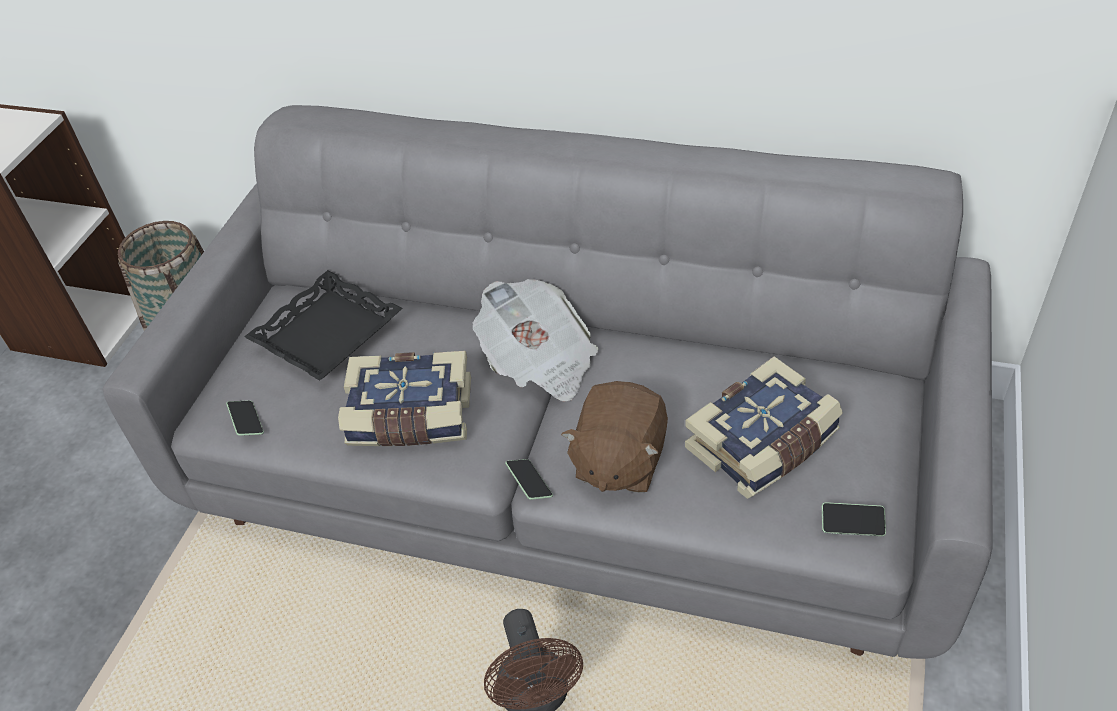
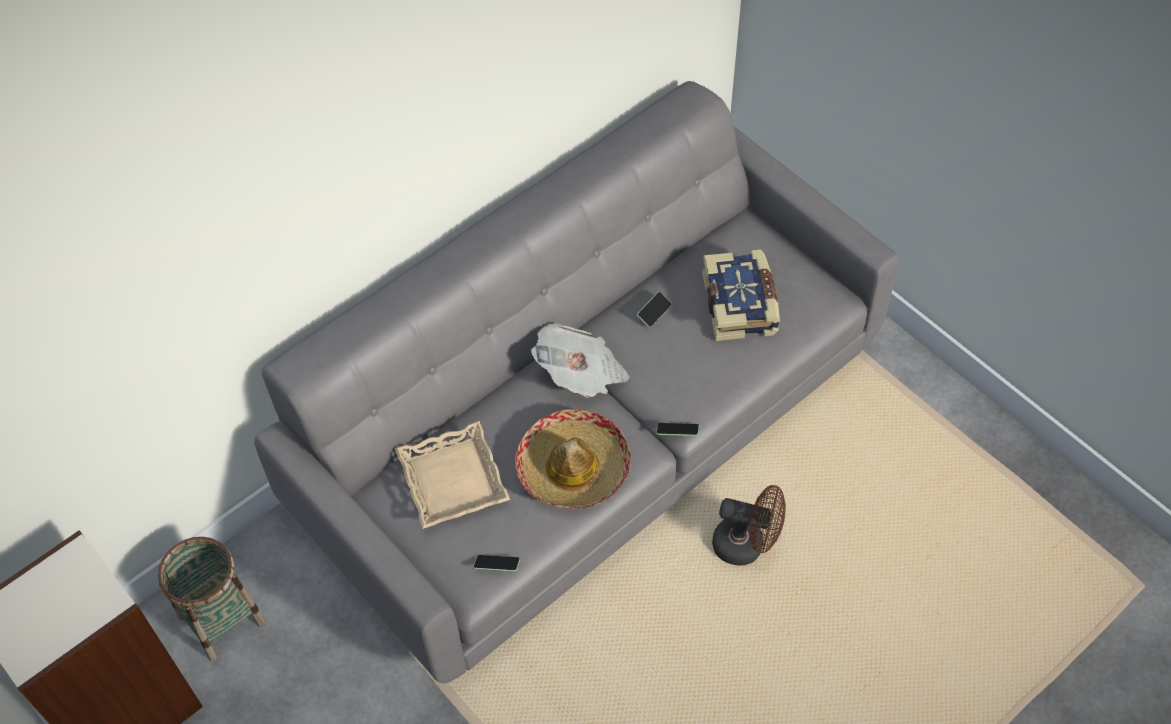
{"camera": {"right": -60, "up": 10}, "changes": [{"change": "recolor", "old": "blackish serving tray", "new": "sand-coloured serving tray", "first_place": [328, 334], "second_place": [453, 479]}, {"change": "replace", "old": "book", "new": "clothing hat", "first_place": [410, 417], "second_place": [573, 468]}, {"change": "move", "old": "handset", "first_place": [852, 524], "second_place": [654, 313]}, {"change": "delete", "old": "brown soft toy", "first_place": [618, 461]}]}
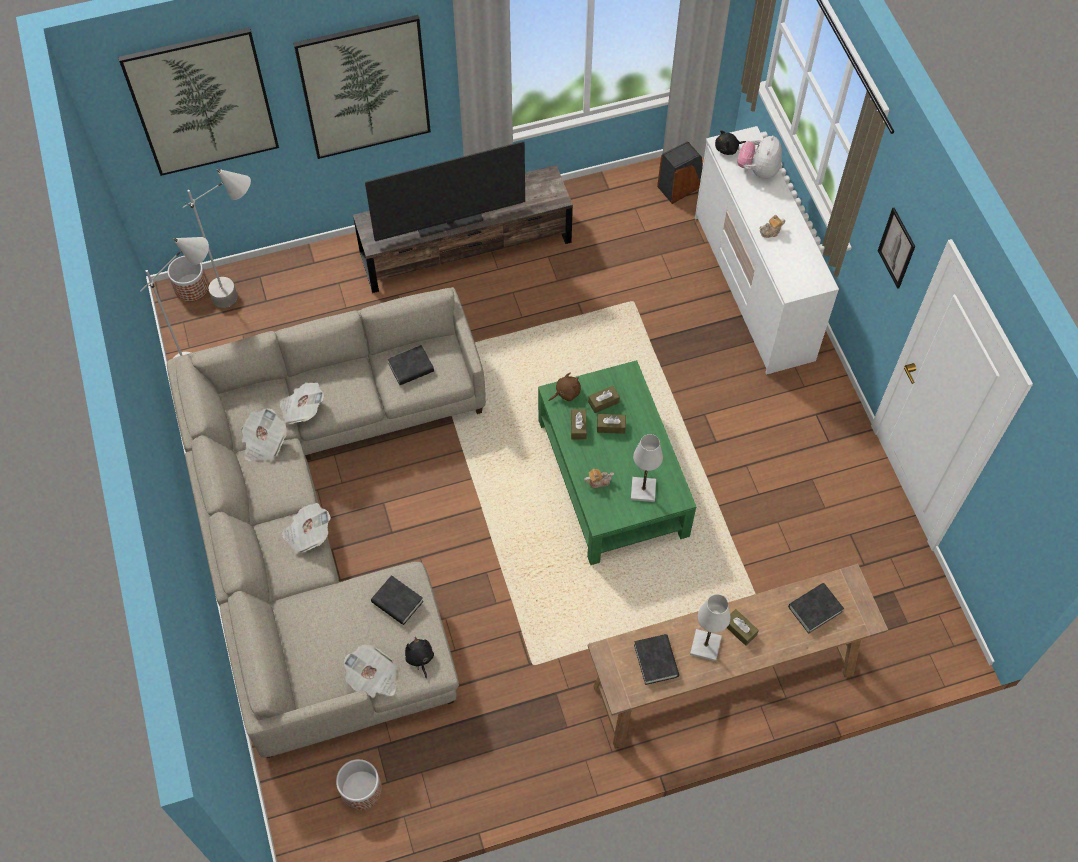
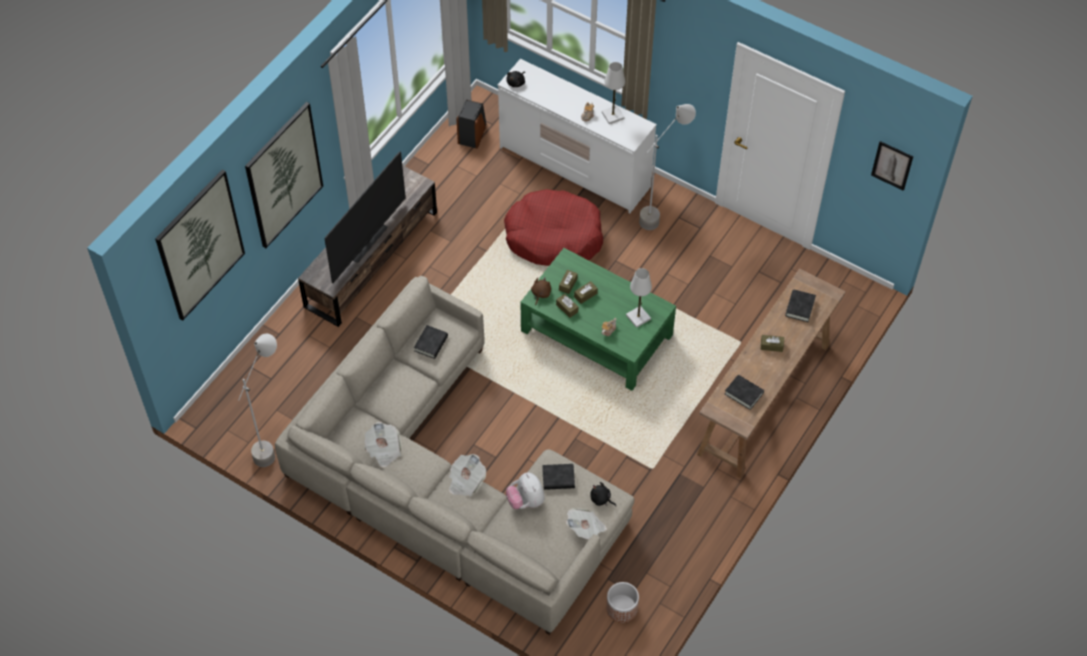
{"camera": {"right": -40, "up": -5}, "changes": [{"change": "insert", "new": "red-coloured dog cushion", "second_place": [554, 237]}, {"change": "move", "old": "soft toy", "first_place": [758, 170], "second_place": [526, 501]}, {"change": "move", "old": "white lamp for a table", "first_place": [705, 646], "second_place": [613, 115]}, {"change": "move", "old": "grey standard lamp", "first_place": [246, 296], "second_place": [661, 213]}, {"change": "move", "old": "wall art", "first_place": [896, 248], "second_place": [892, 165]}, {"change": "delete", "old": "planter", "first_place": [191, 288]}, {"change": "delete", "old": "printed paper", "first_place": [302, 409]}]}
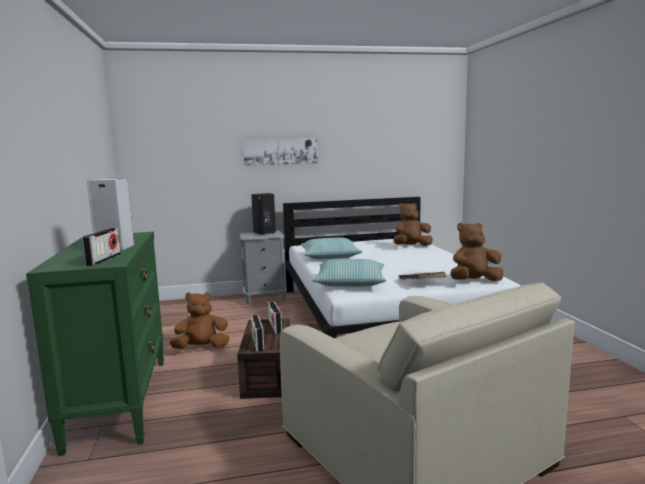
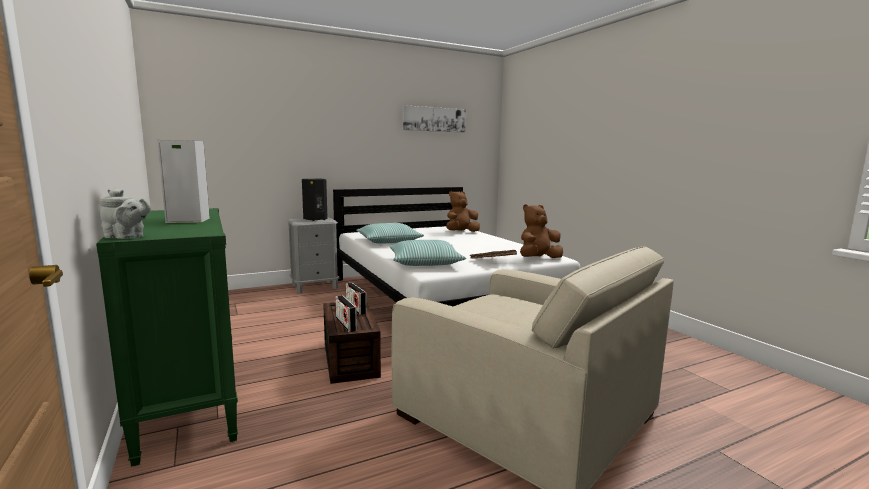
{"camera": {"right": -15, "up": 0}, "changes": [{"change": "insert", "new": "grey teapot", "second_place": [127, 237]}, {"change": "move", "old": "wall art", "first_place": [280, 151], "second_place": [434, 119]}, {"change": "delete", "old": "radio set", "first_place": [103, 260]}, {"change": "delete", "old": "brown soft toy", "first_place": [201, 348]}]}
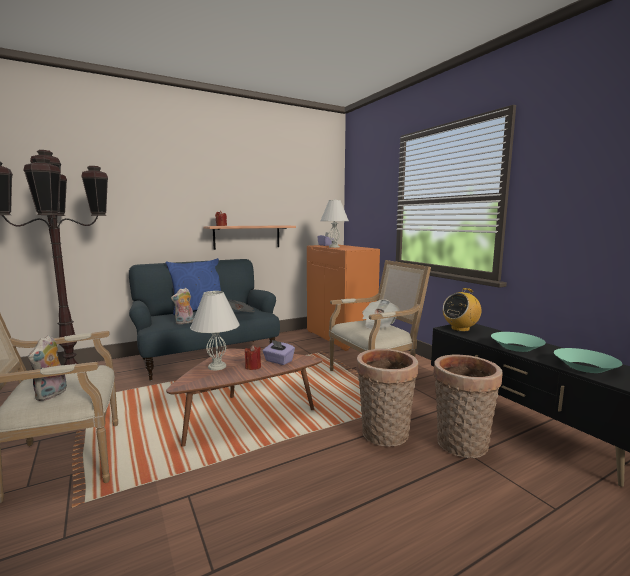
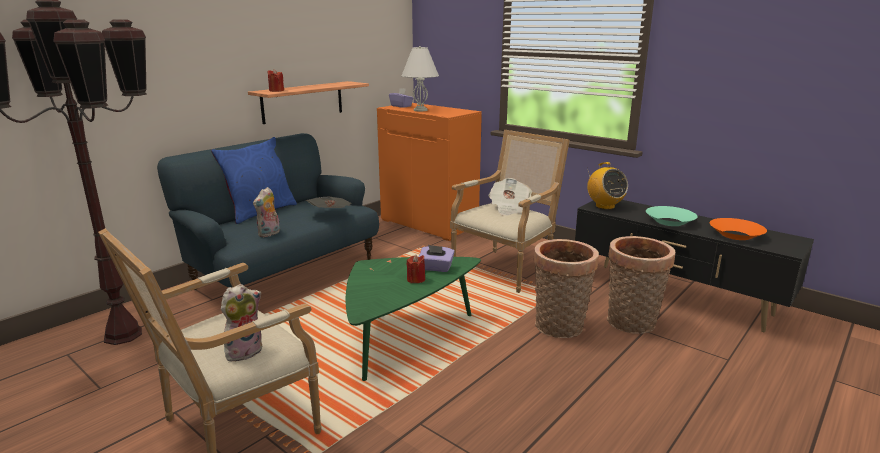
{"camera": {"right": -20, "up": 10}, "changes": [{"change": "rotate", "old": "soft toy", "first_place": [52, 395], "second_place": [244, 351], "degrees": -120}, {"change": "recolor", "old": "brown lounge table", "new": "greenish lounge table", "first_place": [246, 416], "second_place": [403, 335]}, {"change": "rotate", "old": "radio set", "first_place": [460, 329], "second_place": [604, 206], "degrees": -60}, {"change": "recolor", "old": "turquoise serving bowl", "new": "orange serving bowl", "first_place": [584, 367], "second_place": [735, 235]}, {"change": "delete", "old": "white lamp for a table", "first_place": [217, 367]}]}
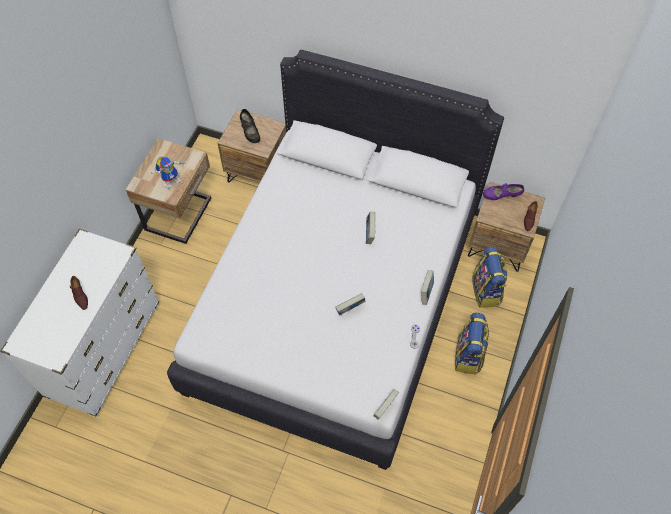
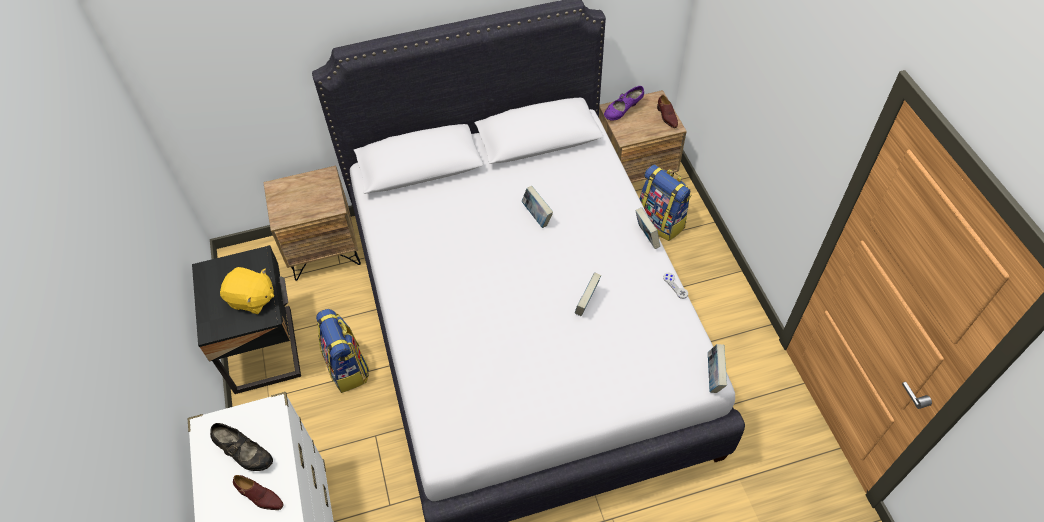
{"camera": {"right": -35, "up": -5}, "changes": [{"change": "recolor", "old": "sand-coloured night table", "new": "blackish night table", "first_place": [180, 215], "second_place": [267, 349]}, {"change": "move", "old": "blackish low shoe", "first_place": [250, 133], "second_place": [245, 454]}, {"change": "replace", "old": "model robot", "new": "yellow-coloured soft toy", "first_place": [172, 180], "second_place": [252, 299]}, {"change": "move", "old": "rucksack", "first_place": [468, 356], "second_place": [348, 368]}]}
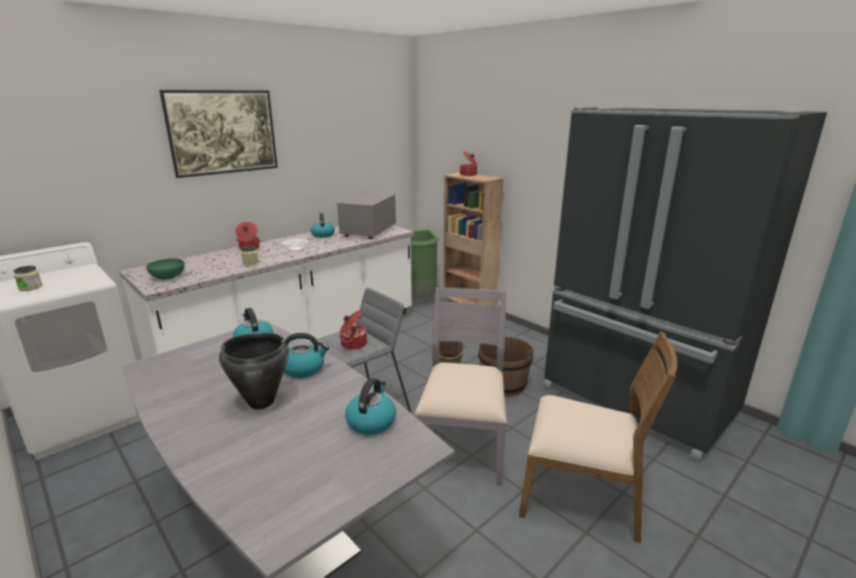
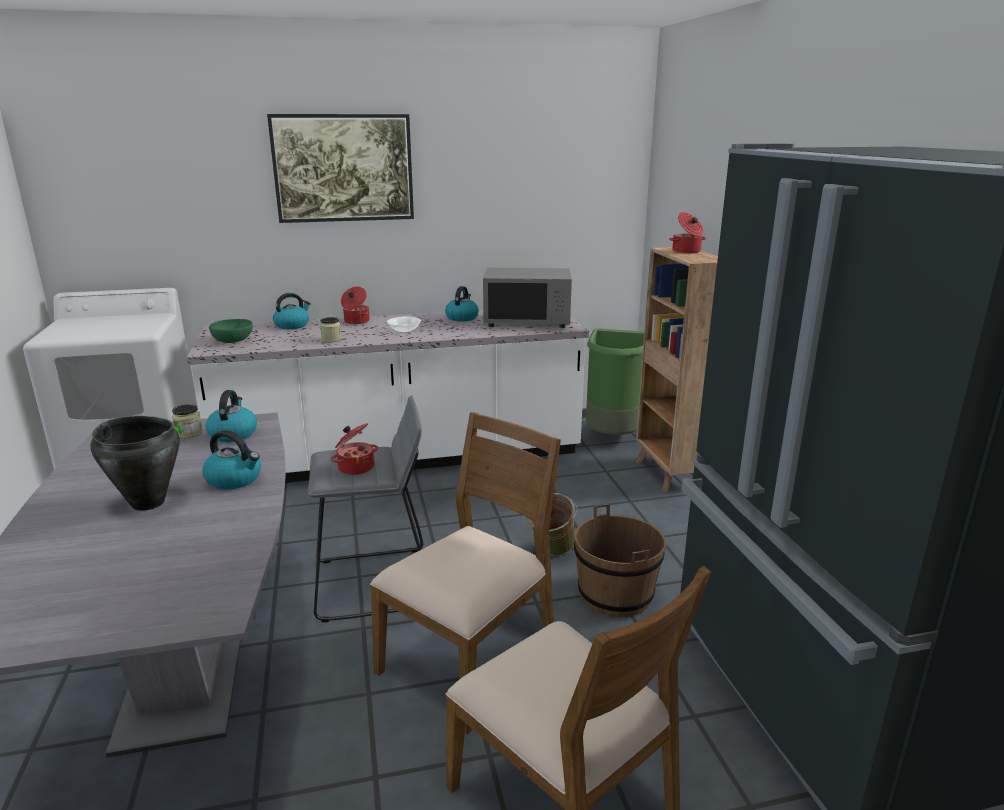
{"camera": {"right": 30, "up": 0}, "changes": [{"change": "move", "old": "jar", "first_place": [30, 287], "second_place": [189, 433]}, {"change": "move", "old": "tea kettle", "first_place": [371, 421], "second_place": [292, 325]}, {"change": "recolor", "old": "grey upright chair", "new": "brown upright chair", "first_place": [462, 445], "second_place": [470, 658]}, {"change": "rotate", "old": "grey microwave oven", "first_place": [369, 231], "second_place": [527, 321], "degrees": -135}]}
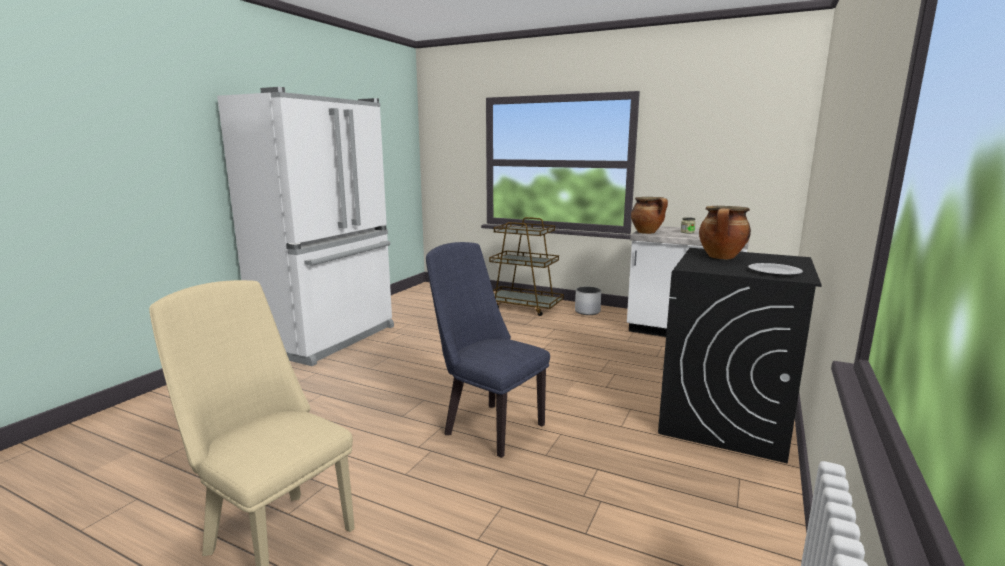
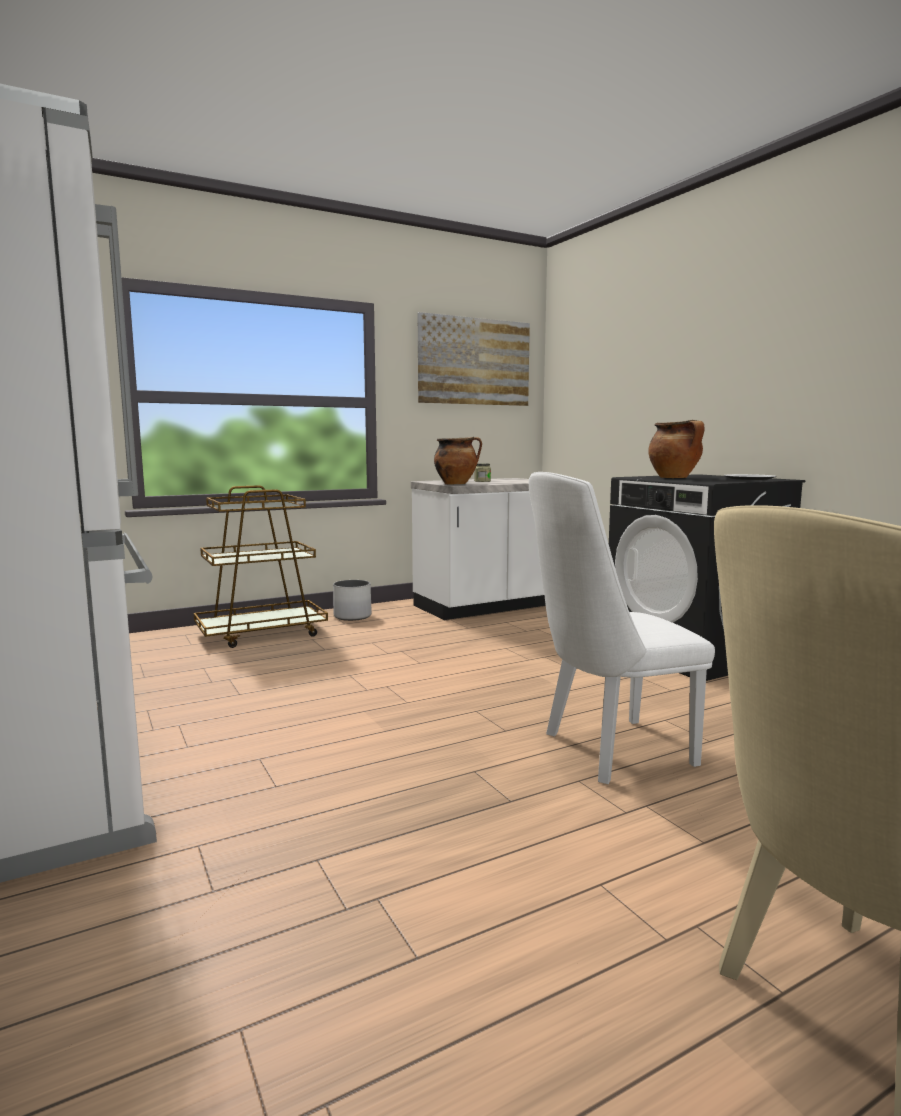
{"camera": {"right": -55, "up": -5}, "changes": [{"change": "insert", "new": "wall art", "second_place": [474, 361]}, {"change": "recolor", "old": "blue upright chair", "new": "white upright chair", "first_place": [488, 426], "second_place": [607, 751]}]}
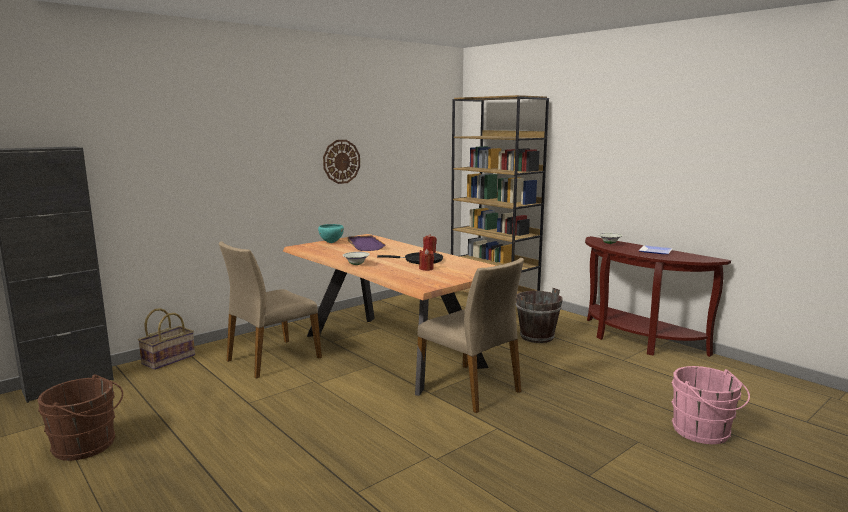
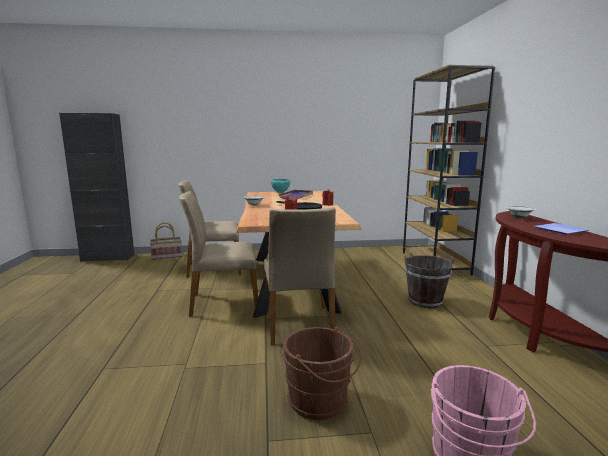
{"camera": {"right": 35, "up": 0}, "changes": [{"change": "insert", "new": "sand-coloured upright chair", "second_place": [224, 302]}, {"change": "move", "old": "brown water bucket", "first_place": [88, 445], "second_place": [321, 402]}, {"change": "delete", "old": "wall clock", "first_place": [341, 161]}]}
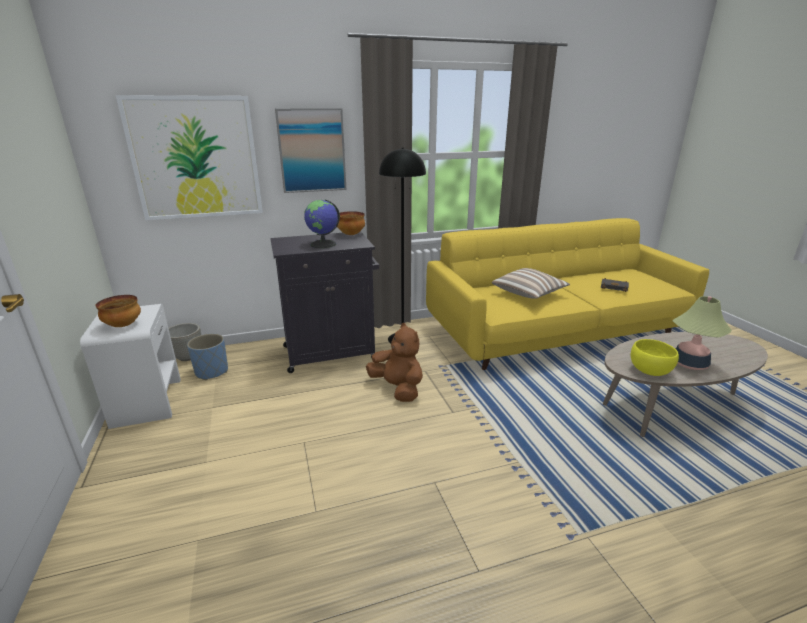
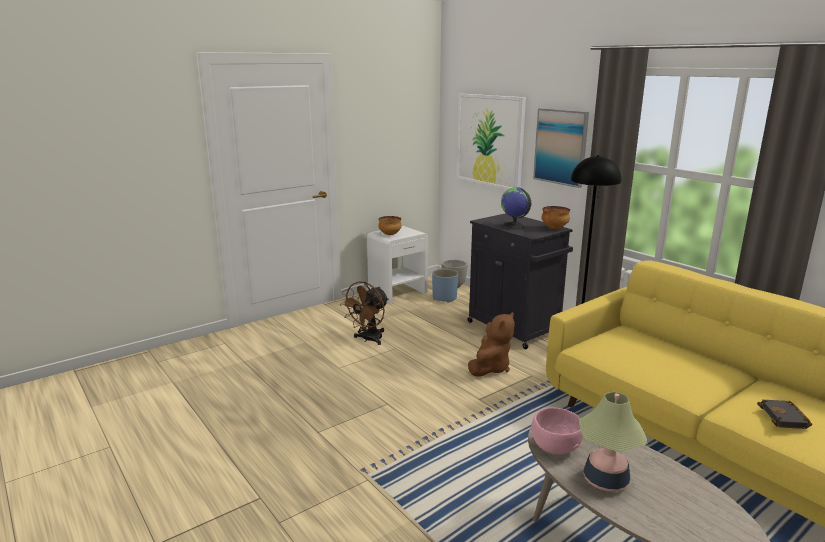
{"camera": {"right": 70, "up": -5}, "changes": [{"change": "insert", "new": "brown fan", "second_place": [368, 339]}, {"change": "recolor", "old": "yellow-coloured serving bowl", "new": "pink serving bowl", "first_place": [649, 371], "second_place": [555, 447]}, {"change": "delete", "old": "throw pillow", "first_place": [529, 294]}]}
